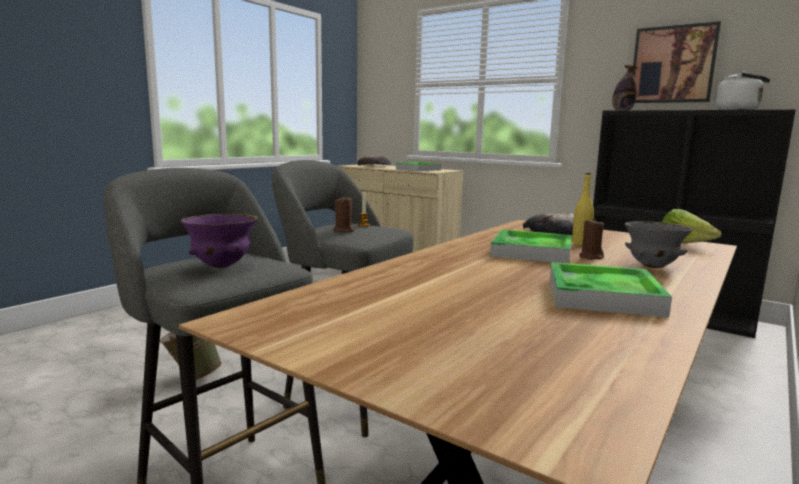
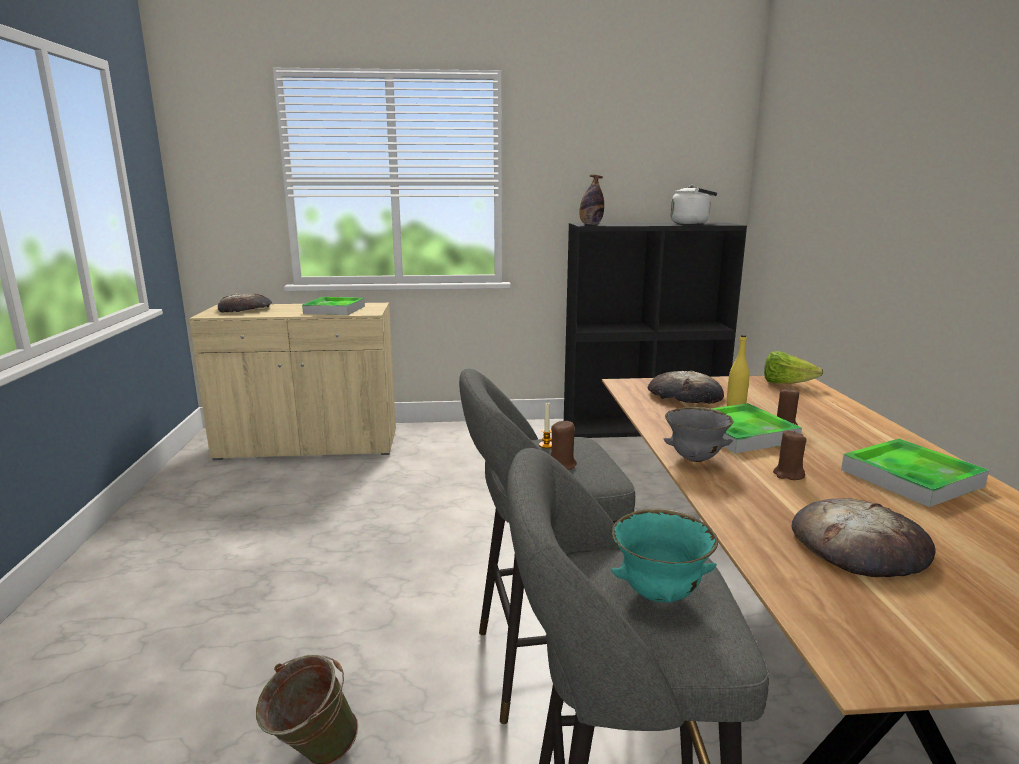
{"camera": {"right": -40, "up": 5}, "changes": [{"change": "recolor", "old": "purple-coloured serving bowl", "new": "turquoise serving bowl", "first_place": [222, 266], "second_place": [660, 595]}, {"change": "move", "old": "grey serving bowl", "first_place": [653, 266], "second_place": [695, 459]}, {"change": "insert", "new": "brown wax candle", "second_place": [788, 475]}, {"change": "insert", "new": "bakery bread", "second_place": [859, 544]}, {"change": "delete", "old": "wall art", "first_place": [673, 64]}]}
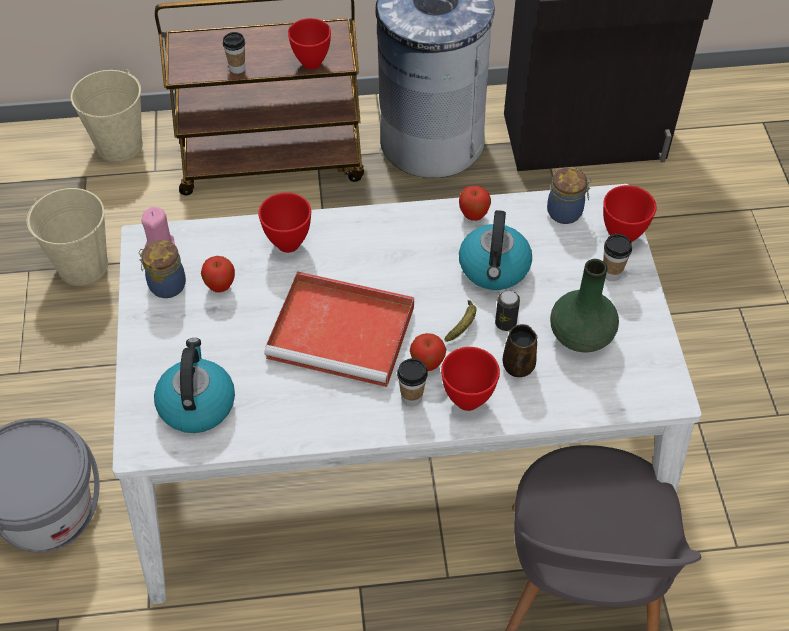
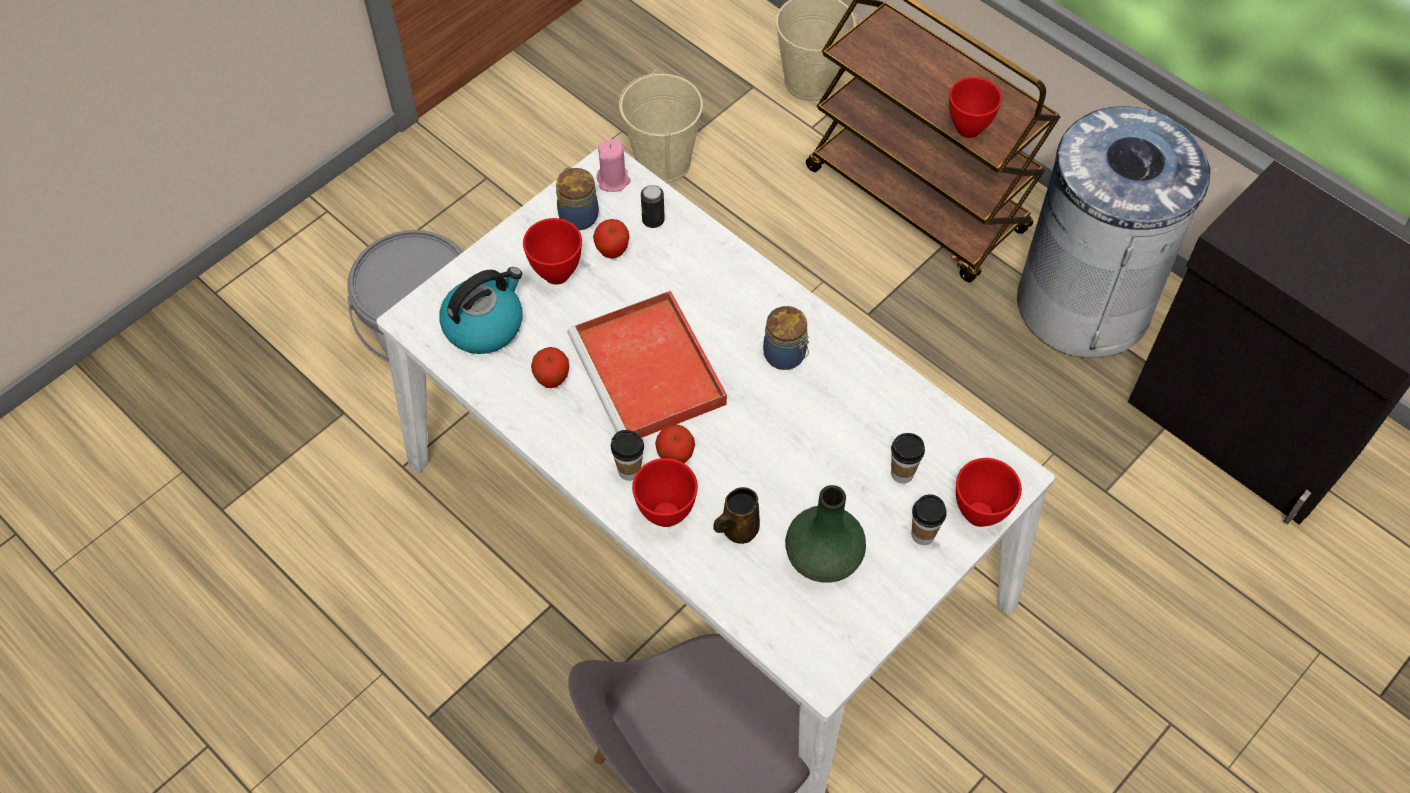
{"camera": {"right": 50, "up": 5}, "changes": [{"change": "move", "old": "red-coloured serving bowl", "first_place": [289, 242], "second_place": [558, 273]}, {"change": "move", "old": "apple fruit", "first_place": [473, 215], "second_place": [552, 380]}, {"change": "move", "old": "can", "first_place": [505, 323], "second_place": [653, 220]}, {"change": "move", "old": "jar", "first_place": [566, 212], "second_place": [786, 356]}, {"change": "move", "old": "cup", "first_place": [237, 68], "second_place": [902, 473]}, {"change": "delete", "old": "banana fruit", "first_place": [463, 325]}, {"change": "delete", "old": "tea kettle", "first_place": [494, 269]}]}
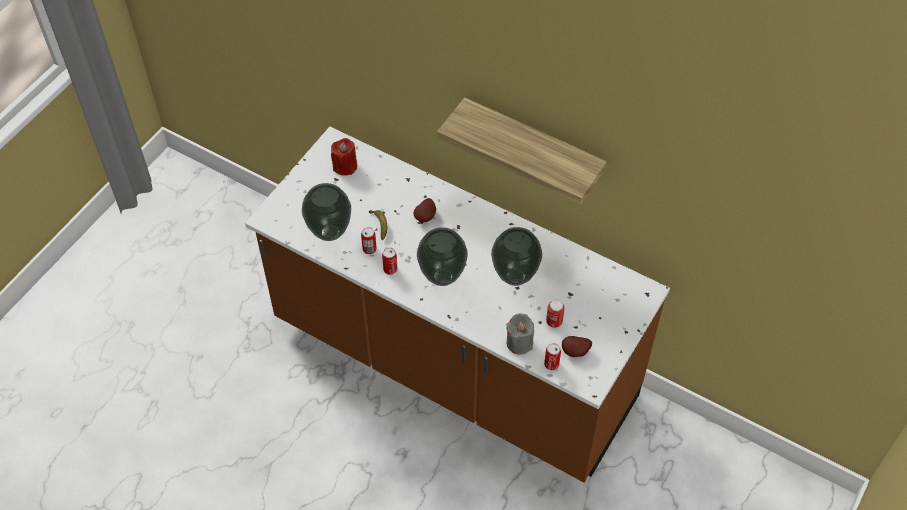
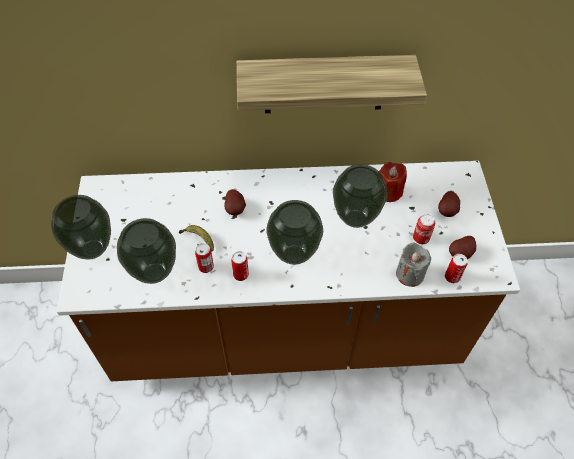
{"camera": {"right": -35, "up": 0}, "changes": [{"change": "insert", "new": "flower vase", "second_place": [93, 249]}, {"change": "move", "old": "red-coloured wax candle", "first_place": [345, 166], "second_place": [388, 192]}, {"change": "insert", "new": "spud", "second_place": [447, 211]}]}
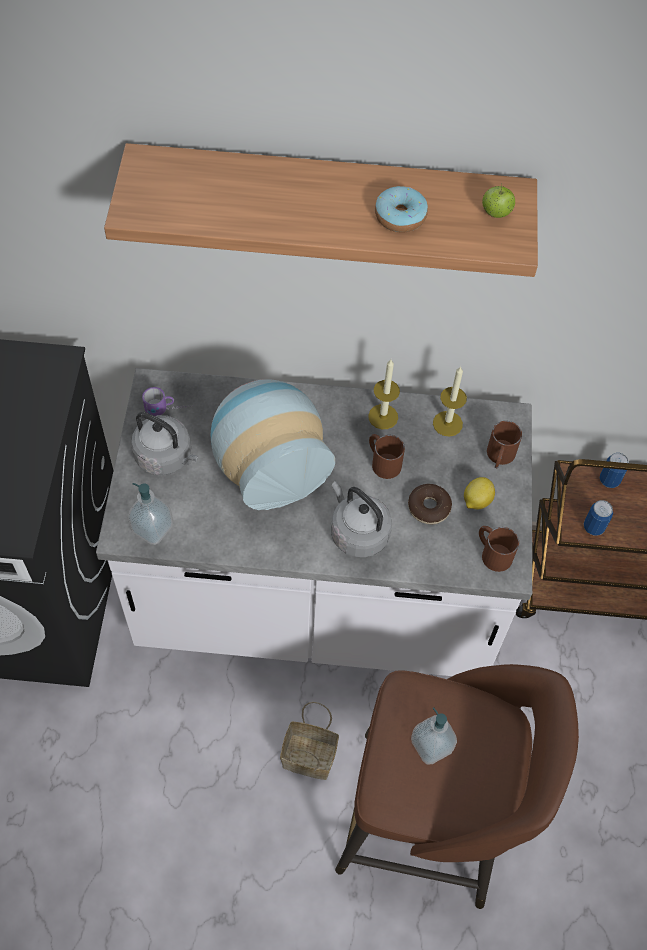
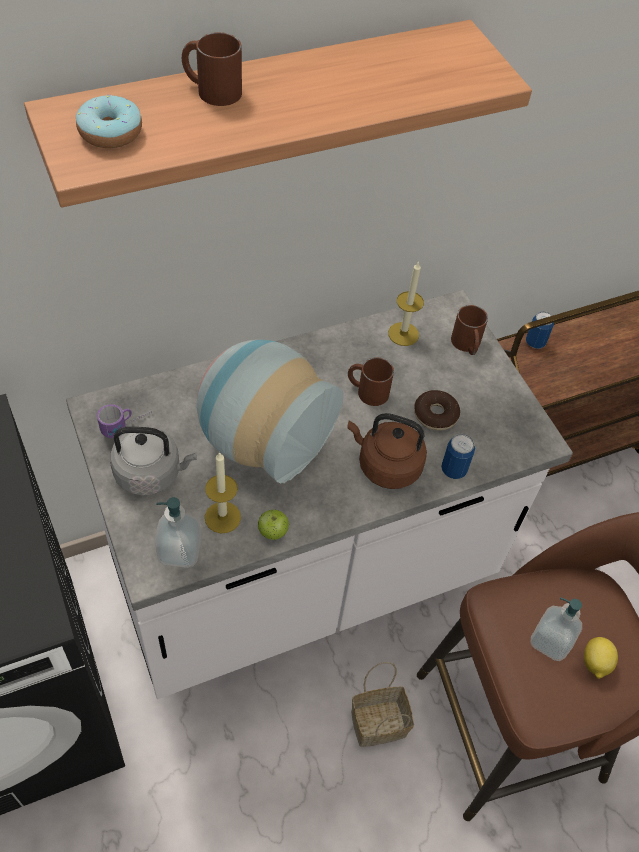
{"camera": {"right": -30, "up": -5}, "changes": [{"change": "move", "old": "ring doughnut", "first_place": [400, 217], "second_place": [110, 132]}, {"change": "move", "old": "brown mug", "first_place": [492, 552], "second_place": [211, 90]}, {"change": "move", "old": "wax candle", "first_place": [383, 416], "second_place": [222, 517]}, {"change": "move", "old": "apple fruit", "first_place": [496, 213], "second_place": [273, 532]}, {"change": "recolor", "old": "grey tea kettle", "new": "brown tea kettle", "first_place": [357, 532], "second_place": [386, 465]}, {"change": "move", "old": "can", "first_place": [593, 527], "second_place": [453, 470]}, {"change": "move", "old": "whole lemon", "first_place": [476, 501], "second_place": [595, 663]}]}
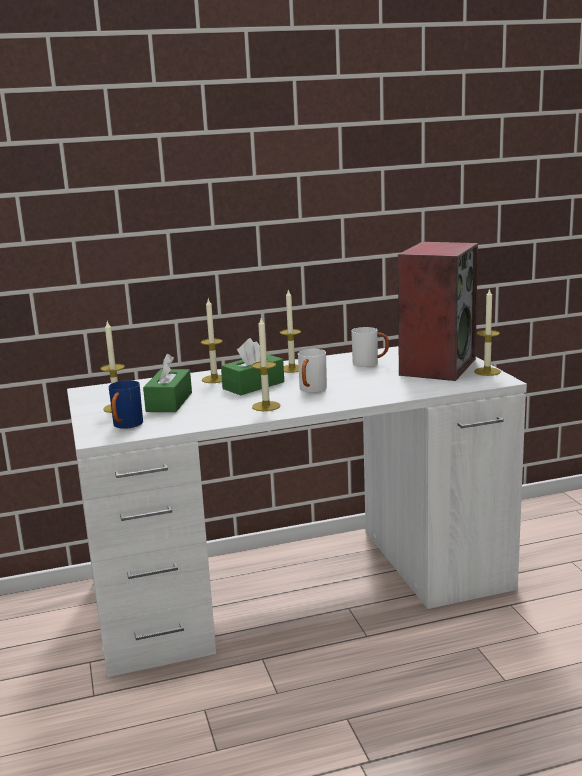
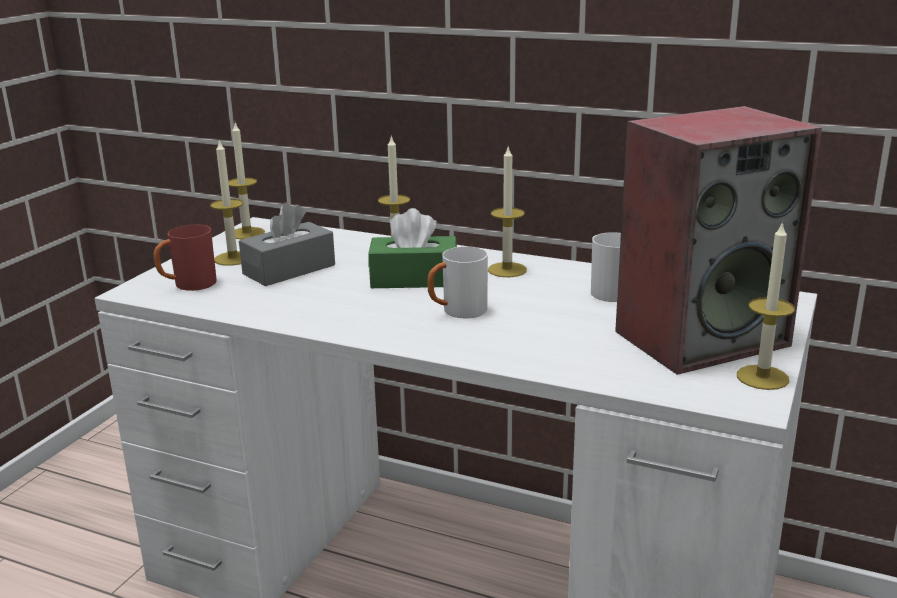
{"camera": {"right": 40, "up": 5}, "changes": [{"change": "recolor", "old": "blue mug", "new": "red-coloured mug", "first_place": [125, 426], "second_place": [188, 286]}, {"change": "move", "old": "wax candle", "first_place": [266, 406], "second_place": [247, 233]}, {"change": "recolor", "old": "greenish tissue box", "new": "grey tissue box", "first_place": [169, 402], "second_place": [289, 269]}]}
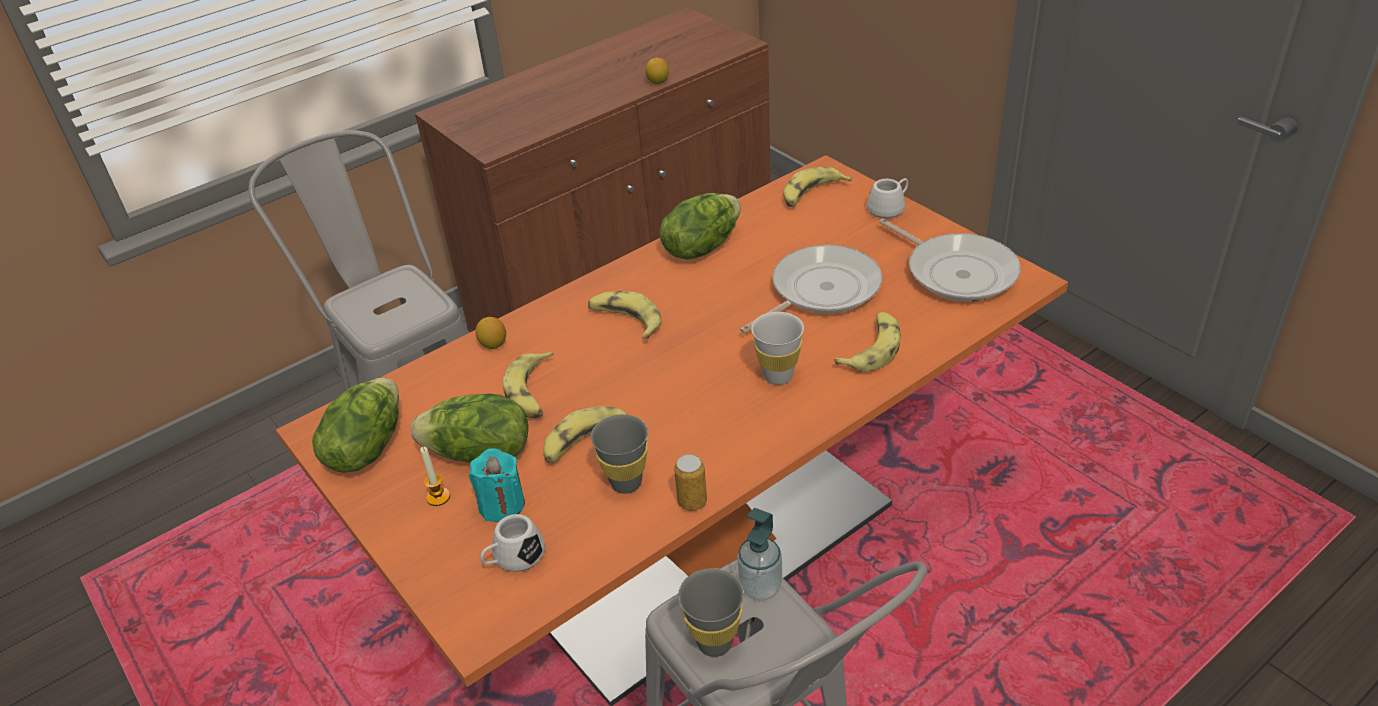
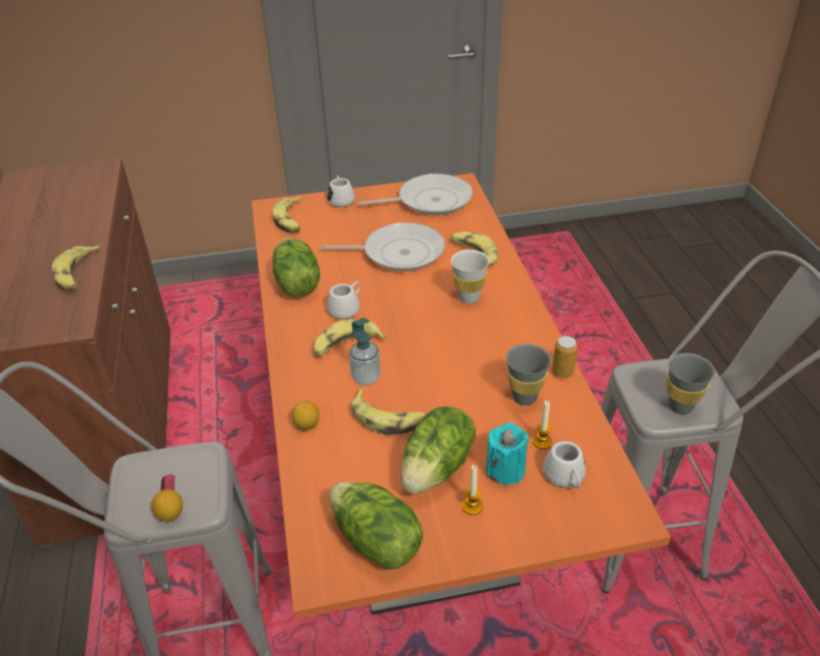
{"camera": {"right": -65, "up": 0}, "changes": [{"change": "move", "old": "banana fruit", "first_place": [587, 443], "second_place": [77, 274]}, {"change": "move", "old": "whole lemon", "first_place": [658, 82], "second_place": [171, 515]}, {"change": "rotate", "old": "frying pan", "first_place": [820, 291], "second_place": [398, 253], "degrees": 105}, {"change": "insert", "new": "white mug", "second_place": [346, 307]}, {"change": "move", "old": "soap bottle", "first_place": [760, 587], "second_place": [366, 378]}, {"change": "insert", "new": "wax candle", "second_place": [542, 441]}]}
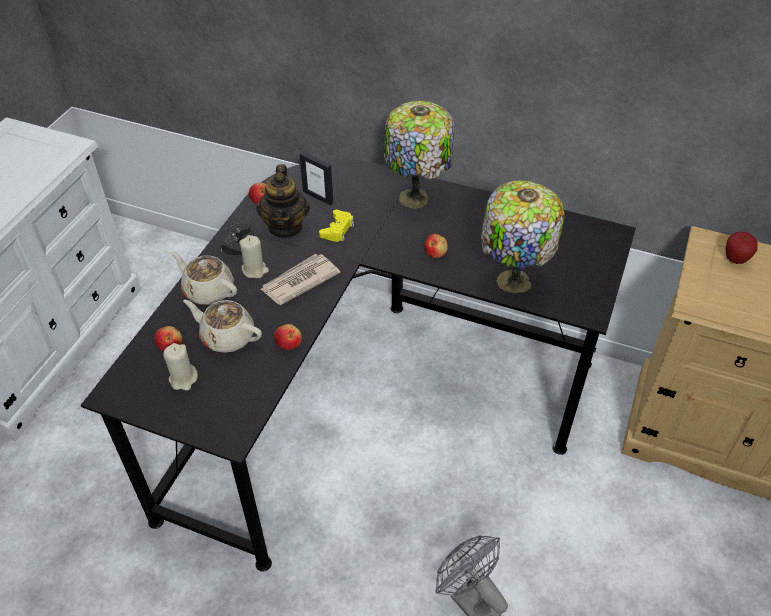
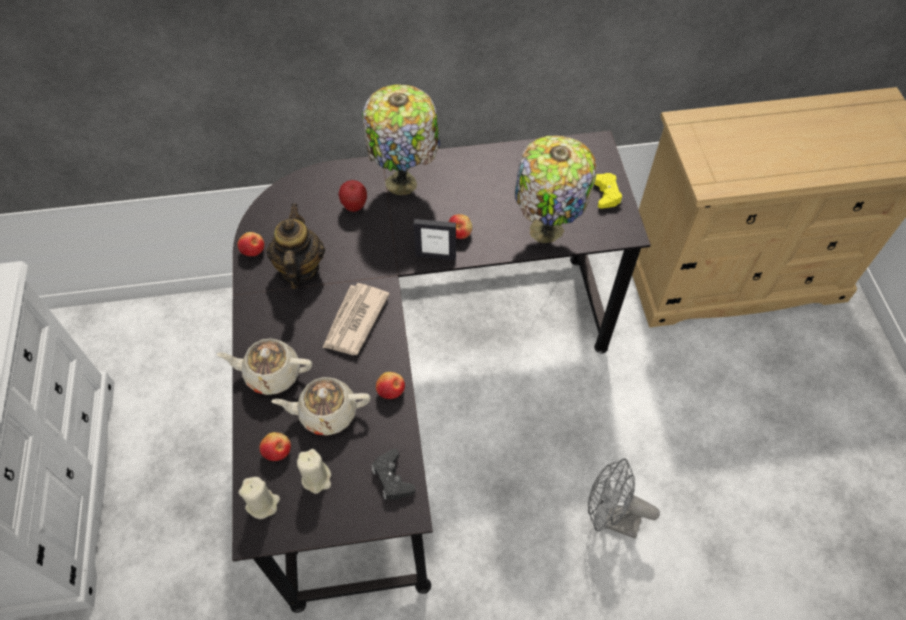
{"camera": {"right": -30, "up": 10}, "changes": [{"change": "move", "old": "sand-coloured wax candle", "first_place": [255, 270], "second_place": [263, 504]}, {"change": "rotate", "old": "teapot", "first_place": [286, 227], "second_place": [299, 268], "degrees": -150}, {"change": "move", "old": "apple fruit", "first_place": [735, 260], "second_place": [354, 206]}, {"change": "move", "old": "blackish gamepad", "first_place": [236, 243], "second_place": [392, 478]}, {"change": "move", "old": "photo frame", "first_place": [318, 197], "second_place": [435, 255]}, {"change": "move", "old": "yellow-coloured gamepad", "first_place": [337, 230], "second_place": [605, 194]}]}
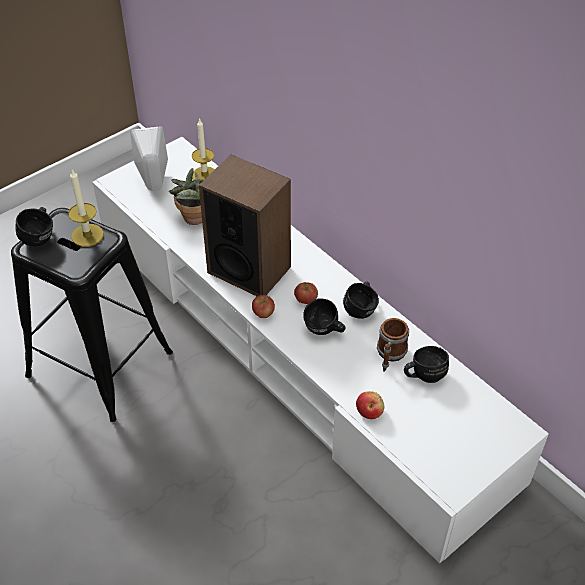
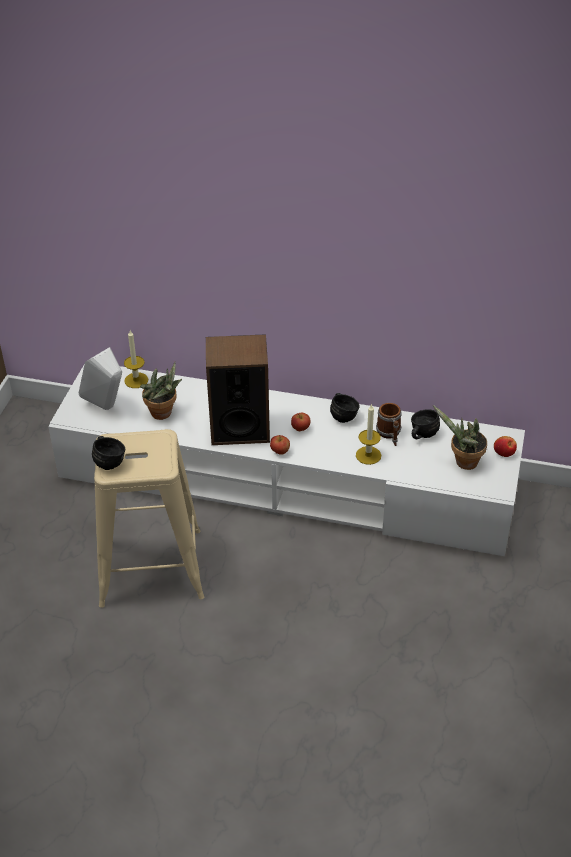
{"camera": {"right": -35, "up": -5}, "changes": [{"change": "recolor", "old": "blackish stool", "new": "sand-coloured stool", "first_place": [100, 364], "second_place": [152, 567]}, {"change": "move", "old": "wax candle", "first_place": [87, 235], "second_place": [368, 455]}, {"change": "insert", "new": "plant in a pot", "second_place": [463, 462]}, {"change": "move", "old": "apple fruit", "first_place": [369, 411], "second_place": [504, 452]}, {"change": "delete", "old": "blackish mug", "first_place": [324, 331]}]}
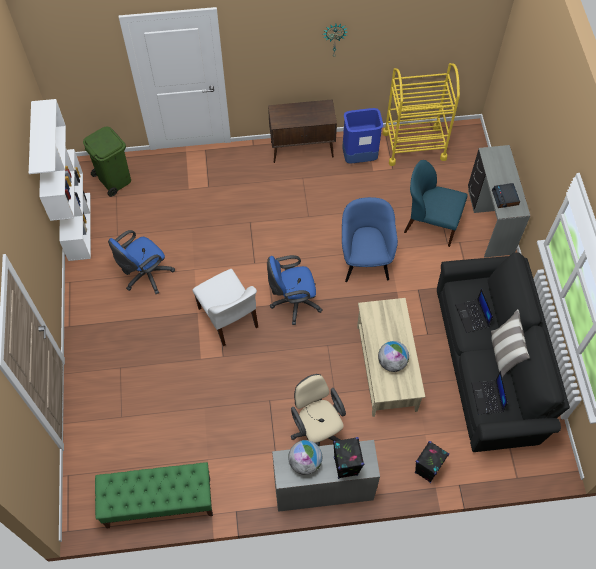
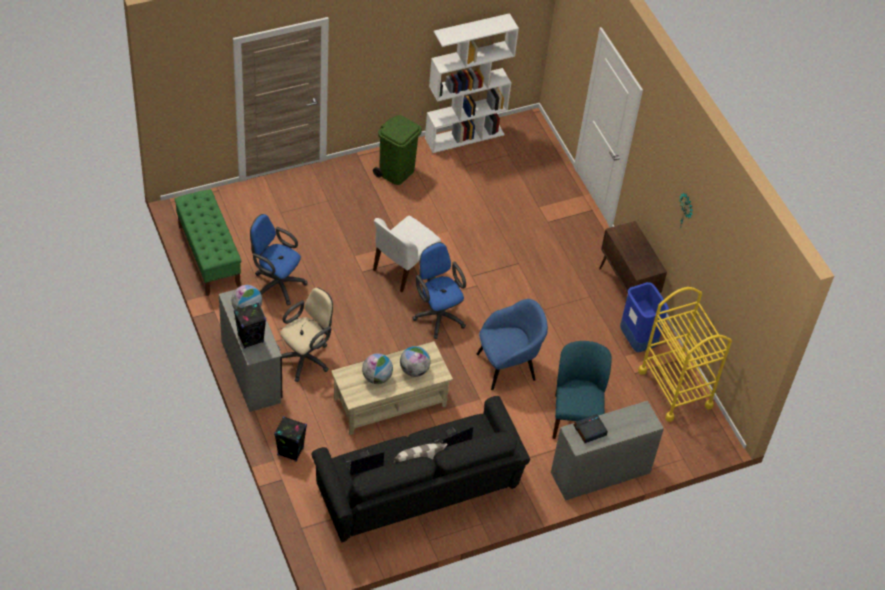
{"camera": {"right": 70, "up": -10}, "changes": [{"change": "move", "old": "blue computer chair", "first_place": [145, 276], "second_place": [276, 284]}, {"change": "move", "old": "greenish waste bin", "first_place": [114, 179], "second_place": [396, 172]}, {"change": "insert", "new": "desk globe", "second_place": [414, 370]}]}
